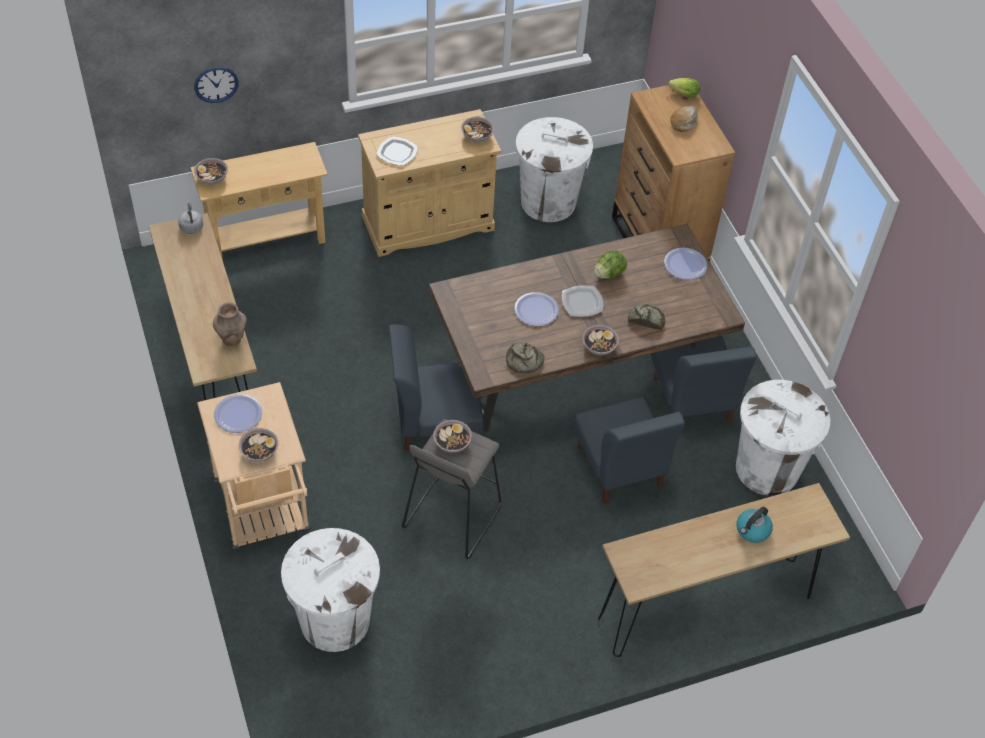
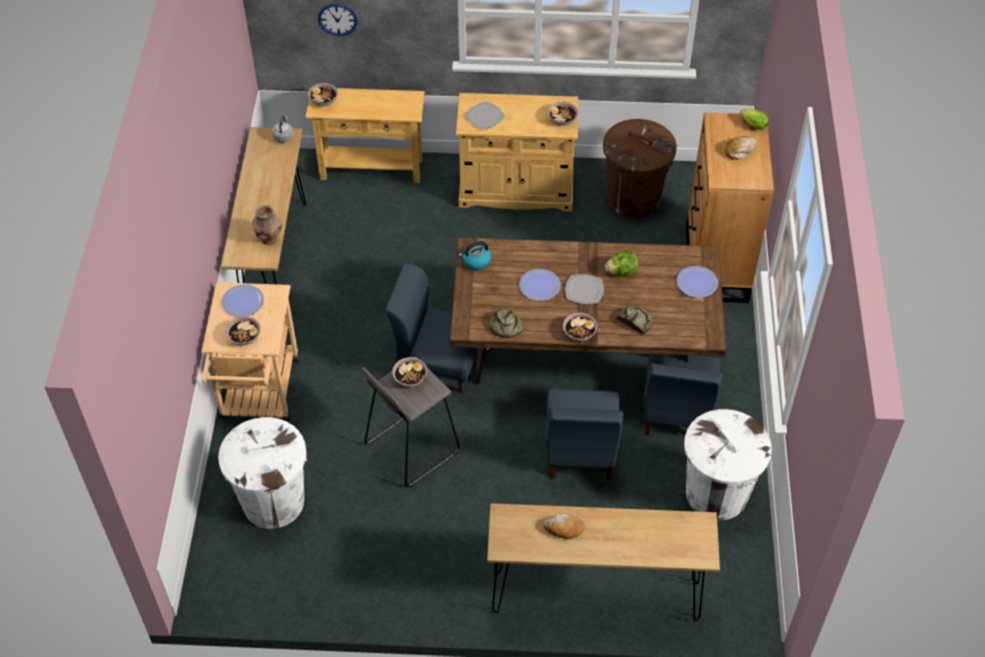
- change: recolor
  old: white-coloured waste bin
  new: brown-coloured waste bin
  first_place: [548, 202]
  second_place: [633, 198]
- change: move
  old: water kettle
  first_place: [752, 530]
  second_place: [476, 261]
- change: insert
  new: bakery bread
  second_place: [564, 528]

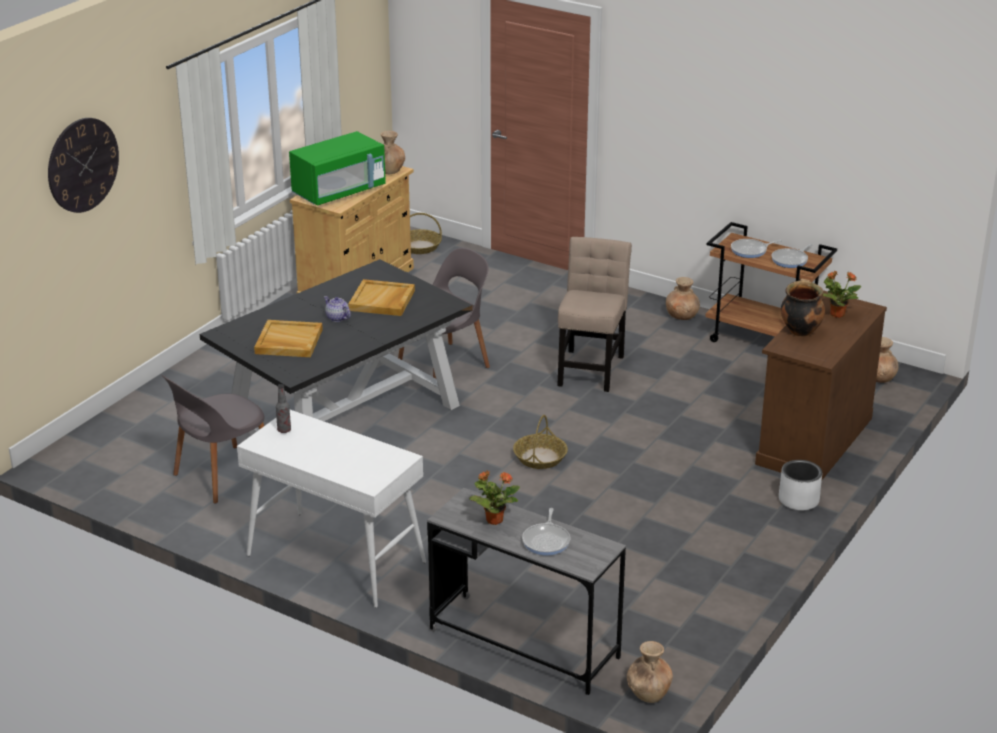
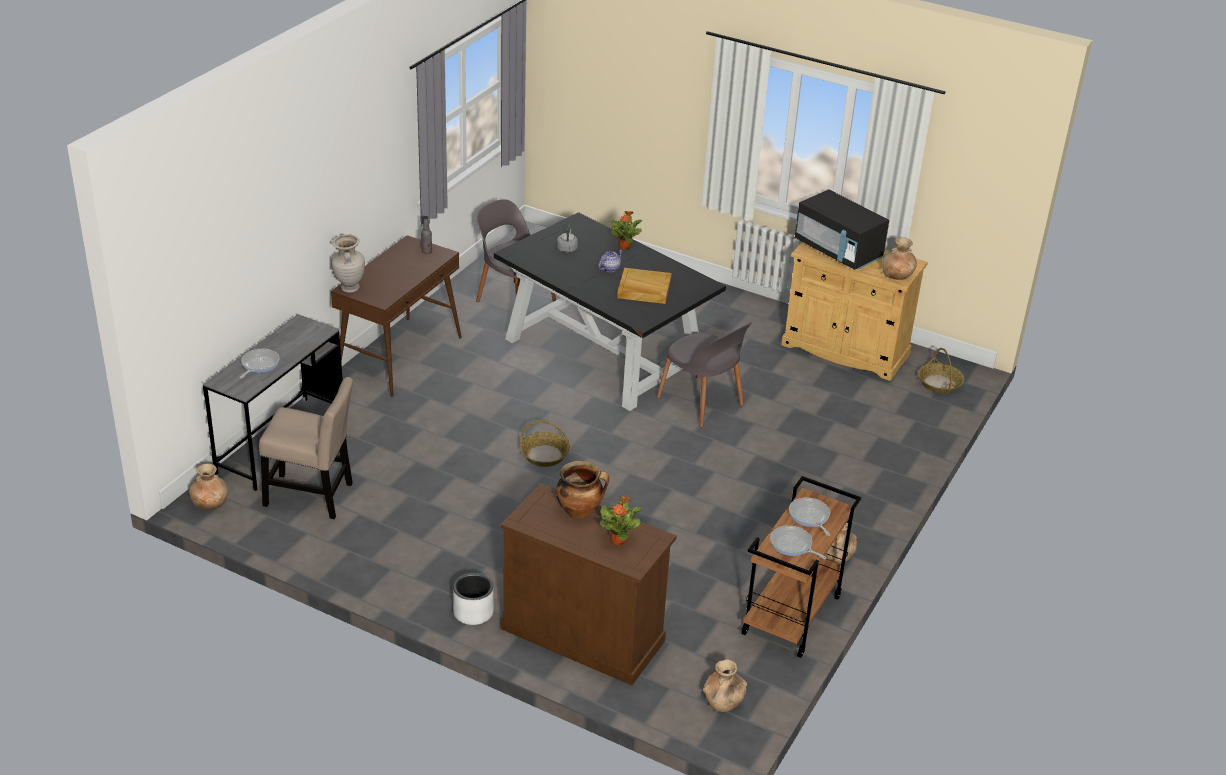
- change: delete
  old: clock on the wall
  first_place: [82, 165]
- change: recolor
  old: white-coloured hall table
  new: brown-coloured hall table
  first_place: [335, 559]
  second_place: [400, 356]
- change: replace
  old: sand-coloured carrying tray
  new: gray water kettle
  first_place: [288, 342]
  second_place: [567, 248]
- change: recolor
  old: greenish kitchen microwave
  new: blackish kitchen microwave
  first_place: [339, 192]
  second_place: [838, 251]
- change: move
  old: houseplant
  first_place: [494, 520]
  second_place: [624, 246]
- change: rotate
  old: frying pan
  first_place: [547, 540]
  second_place: [259, 364]
  degrees: 105
- change: move
  old: sand-coloured plain chair
  first_place: [590, 368]
  second_place: [312, 496]
- change: insert
  new: sand-coloured decorative vase
  second_place: [349, 288]

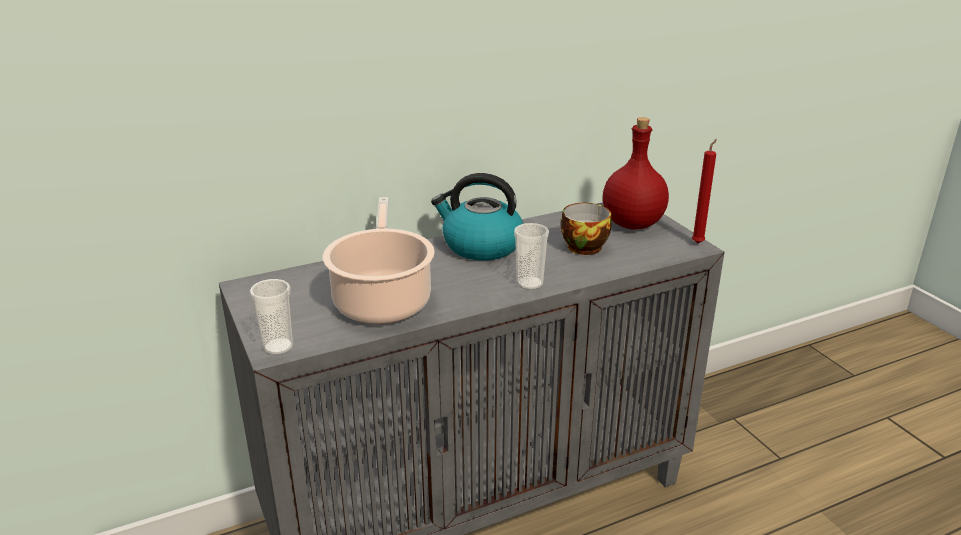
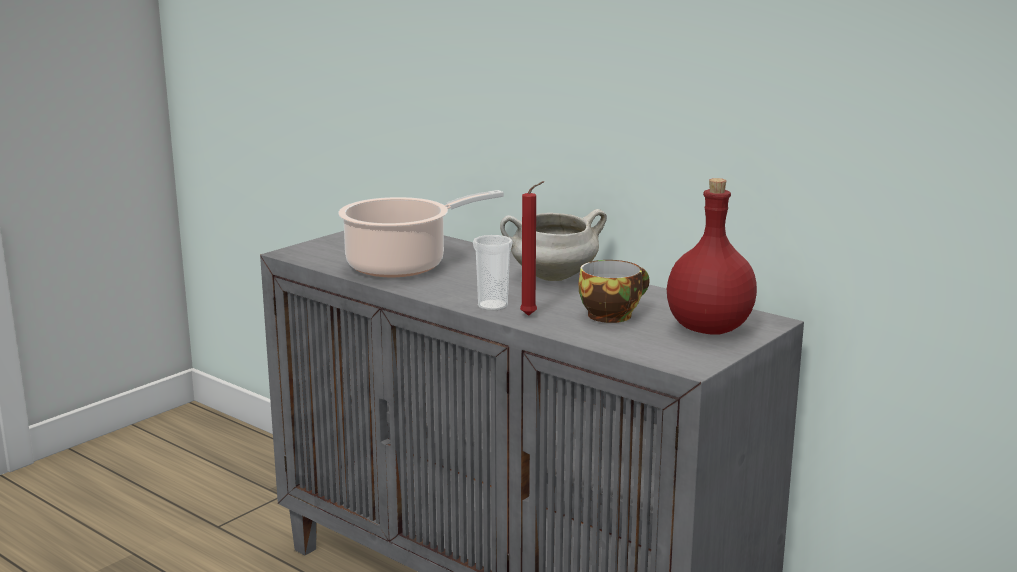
- change: delete
  old: cup
  first_place: [278, 347]
- change: replace
  old: water kettle
  new: white-coloured saucepot
  first_place: [481, 246]
  second_place: [552, 277]
- change: move
  old: red-coloured candle
  first_place: [698, 242]
  second_place: [531, 316]

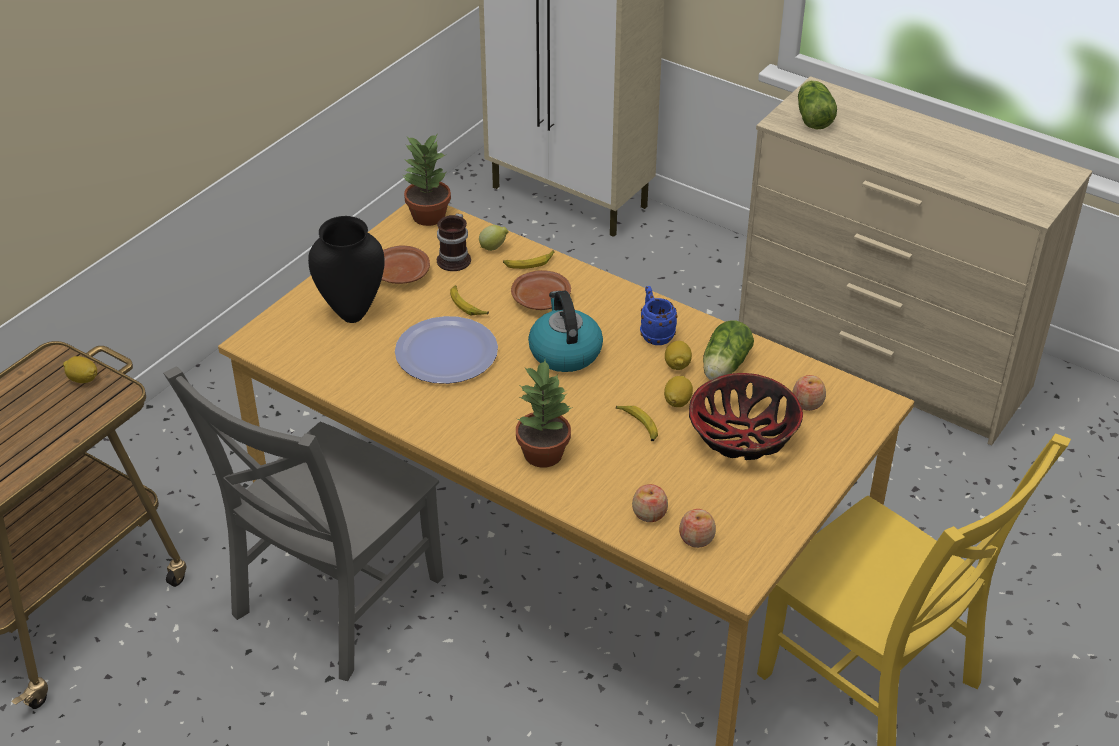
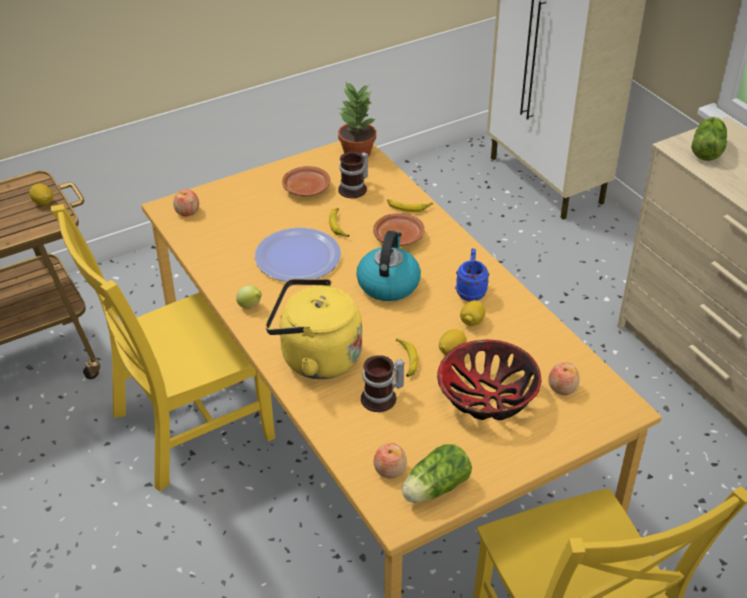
- change: recolor
  old: gray plain chair
  new: yellowish plain chair
  first_place: [332, 602]
  second_place: [185, 428]
- change: delete
  old: blackish decorative vase
  first_place: [352, 313]
- change: move
  old: citrus fruit
  first_place: [494, 248]
  second_place: [250, 306]
- change: replace
  old: houseplant
  new: yellowish water kettle
  first_place: [542, 453]
  second_place: [315, 357]
- change: move
  old: apple
  first_place: [649, 513]
  second_place: [187, 211]
- change: move
  old: lettuce
  first_place: [723, 368]
  second_place: [433, 489]
- change: insert
  new: coffee mug
  second_place: [382, 398]

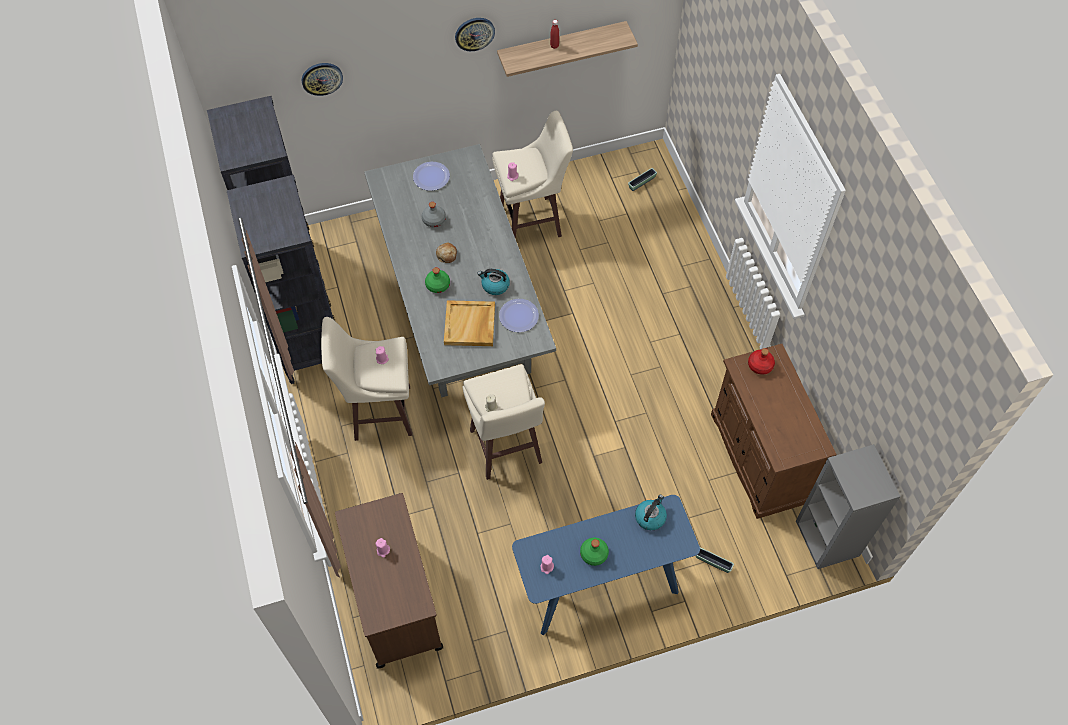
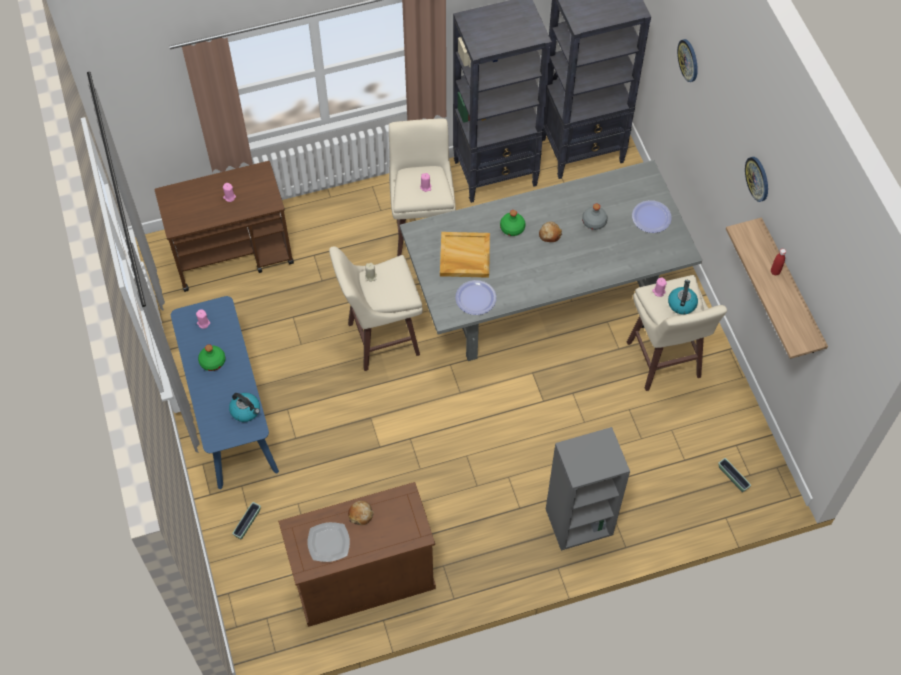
- change: move
  old: water kettle
  first_place: [495, 285]
  second_place: [681, 303]
- change: delete
  old: red-coloured bottle
  first_place: [760, 365]
- change: move
  old: gray bookcase
  first_place: [828, 538]
  second_place: [578, 522]
- change: insert
  new: dinner plate
  second_place: [328, 542]
- change: insert
  new: bakery bread
  second_place: [361, 514]

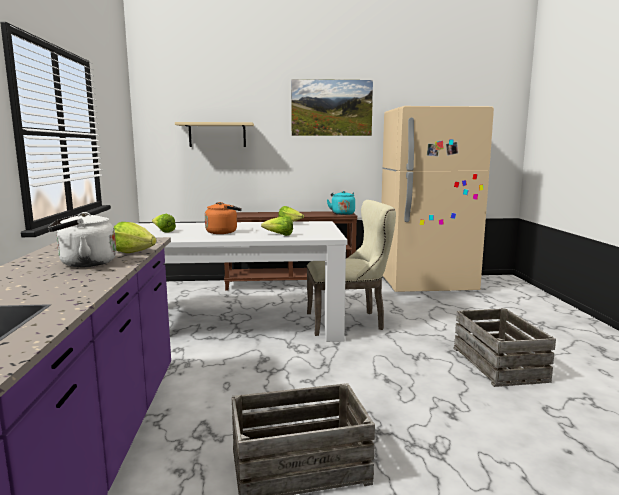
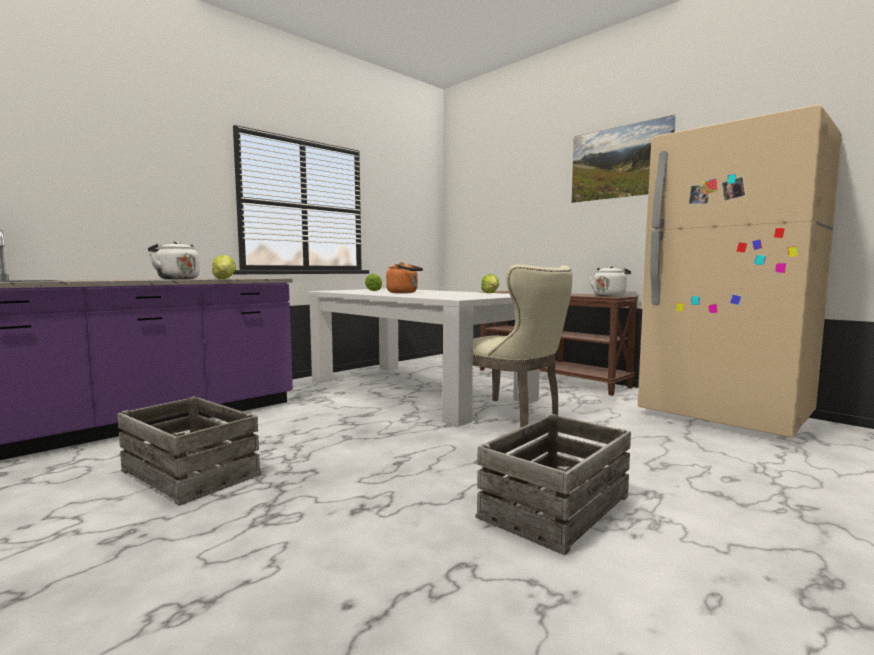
- change: delete
  old: sand-coloured bracket shelf
  first_place: [217, 135]
- change: delete
  old: lettuce
  first_place: [279, 235]
- change: recolor
  old: blue-green water kettle
  new: white-coloured water kettle
  first_place: [342, 213]
  second_place: [609, 296]

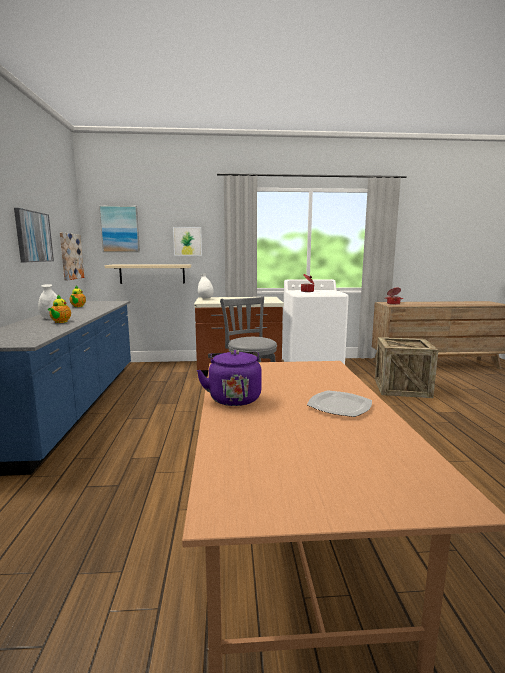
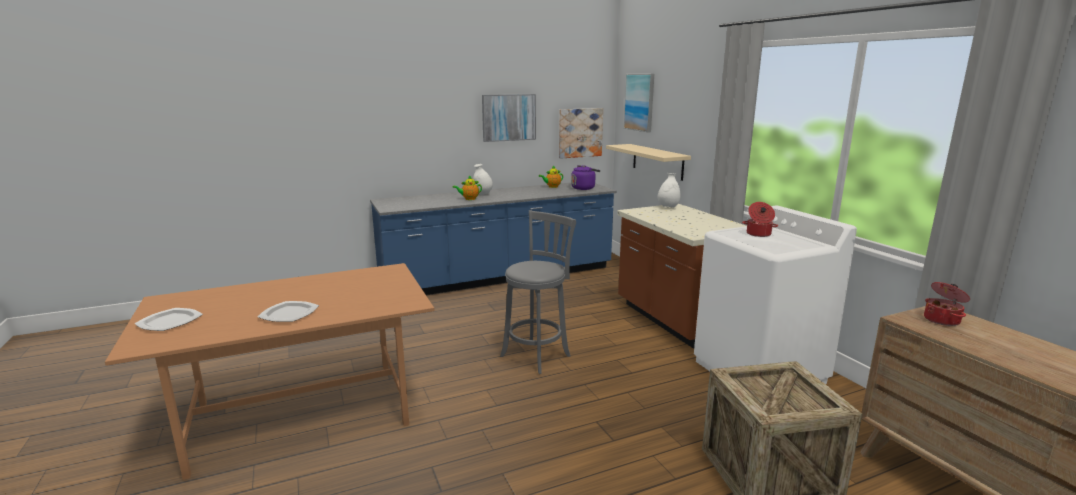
- change: delete
  old: picture
  first_place: [187, 241]
- change: move
  old: purplish water kettle
  first_place: [234, 398]
  second_place: [584, 188]
- change: insert
  new: dinner plate
  second_place: [170, 321]

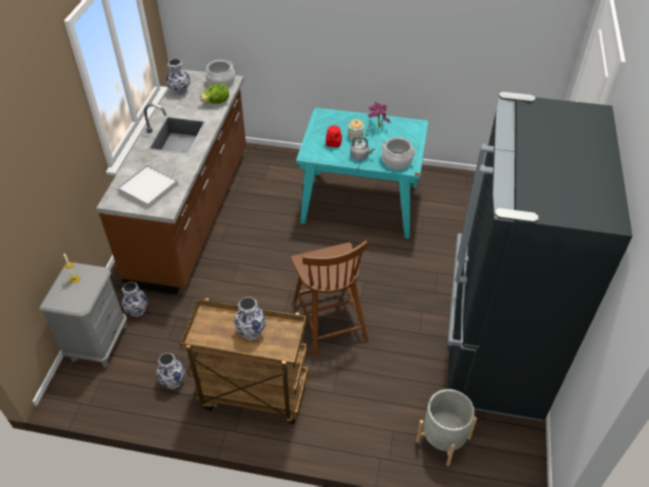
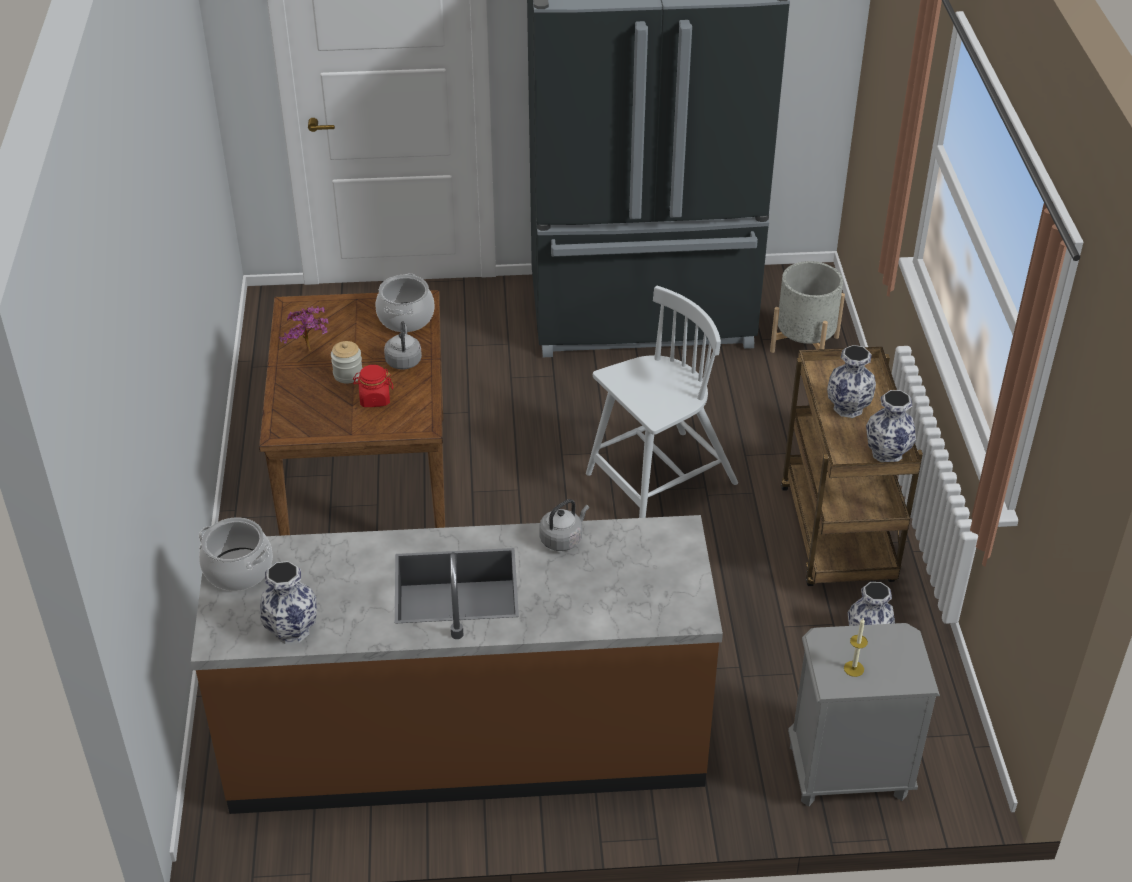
- change: delete
  old: white-coloured carrying tray
  first_place: [148, 188]
- change: move
  old: decorative vase
  first_place: [137, 310]
  second_place: [887, 453]
- change: delete
  old: lettuce
  first_place: [216, 102]
- change: recolor
  old: brown-coloured plain chair
  new: white-coloured plain chair
  first_place: [329, 320]
  second_place: [659, 480]
- change: recolor
  old: blue-green dinner table
  new: brown-coloured dinner table
  first_place: [361, 204]
  second_place: [367, 488]
- change: insert
  new: gray water kettle
  second_place: [563, 539]

